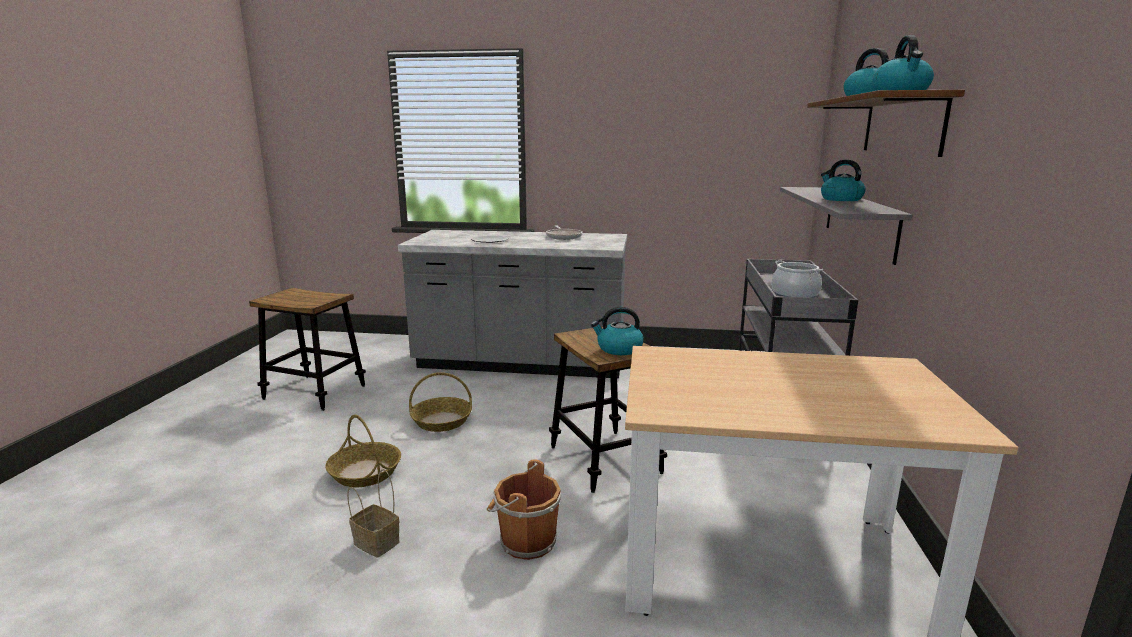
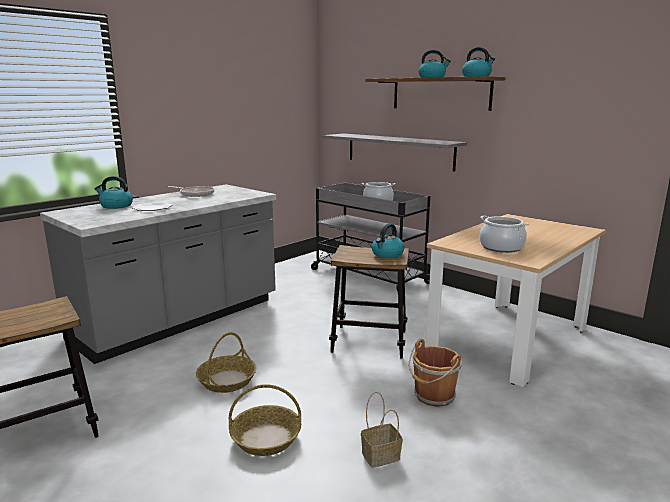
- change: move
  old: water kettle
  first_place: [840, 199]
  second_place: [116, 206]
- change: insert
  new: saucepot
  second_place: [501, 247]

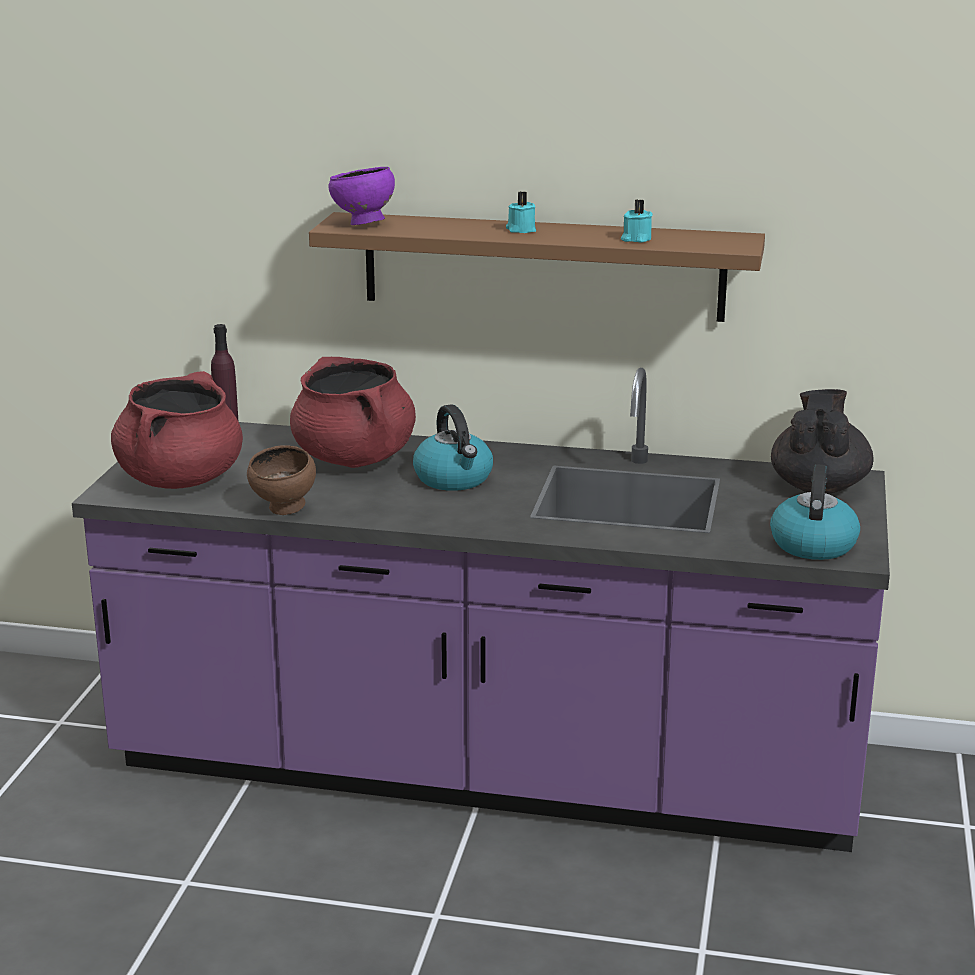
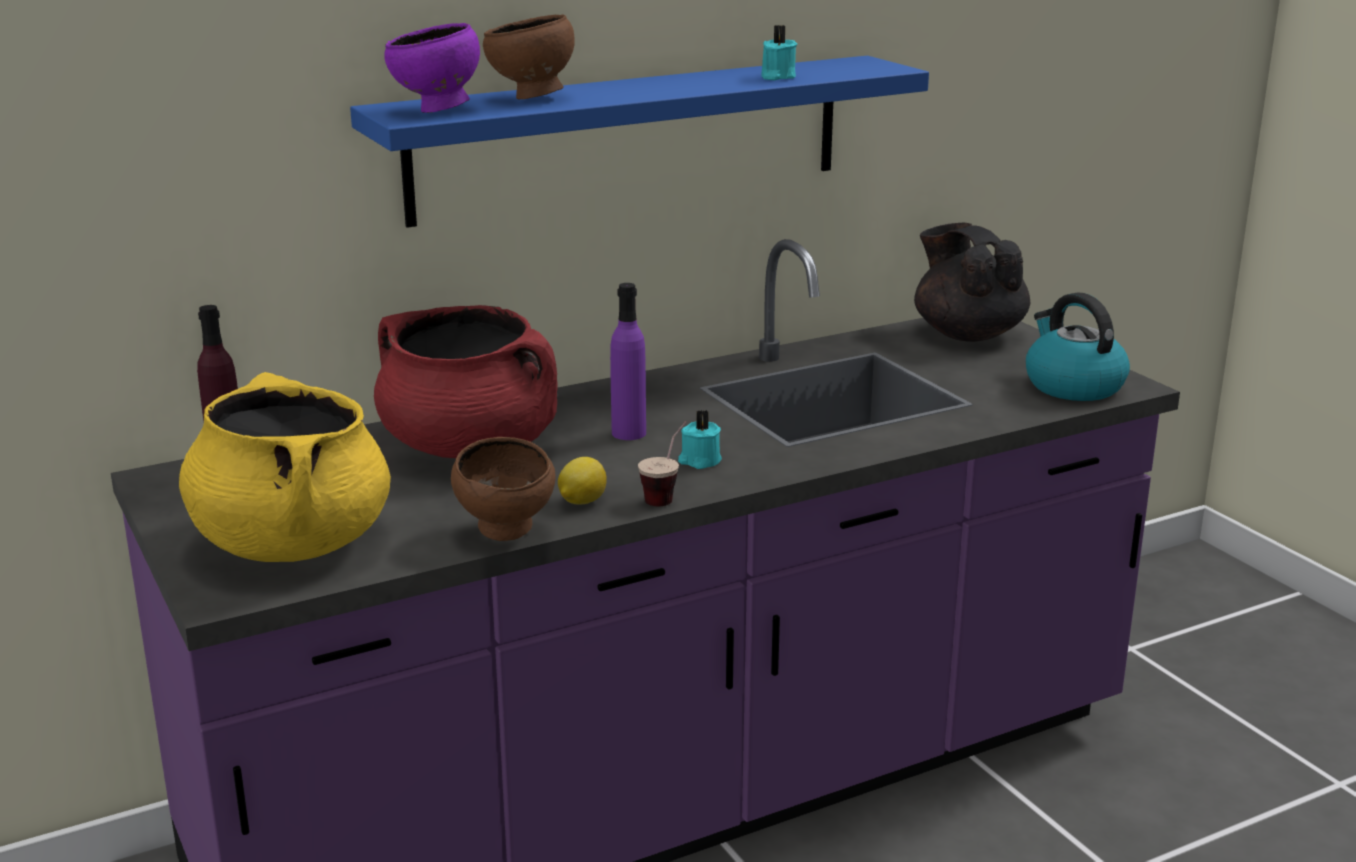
- change: recolor
  old: red-coloured saucepot
  new: yellowish saucepot
  first_place: [181, 479]
  second_place: [292, 543]
- change: recolor
  old: brown-coloured bracket shelf
  new: blue bracket shelf
  first_place: [543, 266]
  second_place: [630, 138]
- change: replace
  old: water kettle
  new: purplish bottle
  first_place: [454, 479]
  second_place: [628, 433]
- change: move
  old: blue-green candle
  first_place: [520, 230]
  second_place: [699, 461]
- change: insert
  new: brown-coloured deep dish
  second_place: [531, 98]
- change: insert
  new: citrus fruit
  second_place: [581, 501]
- change: insert
  new: cup
  second_place: [667, 495]

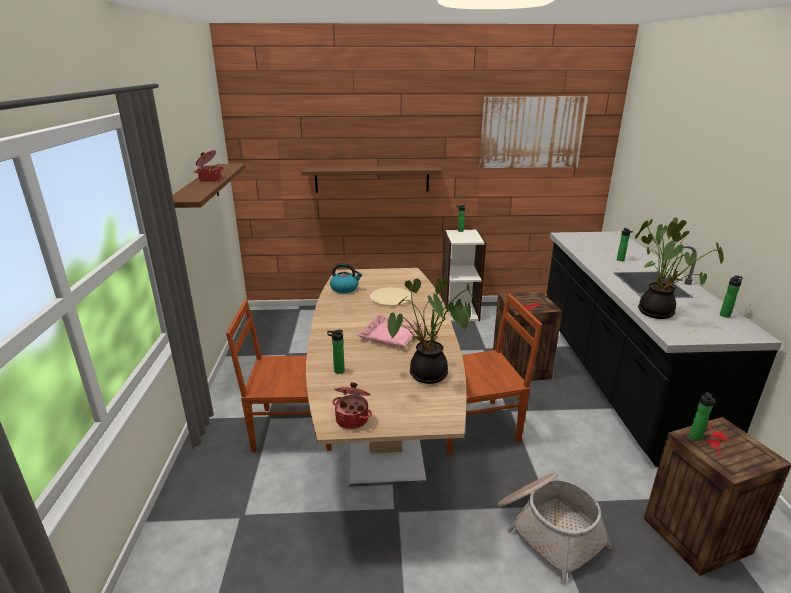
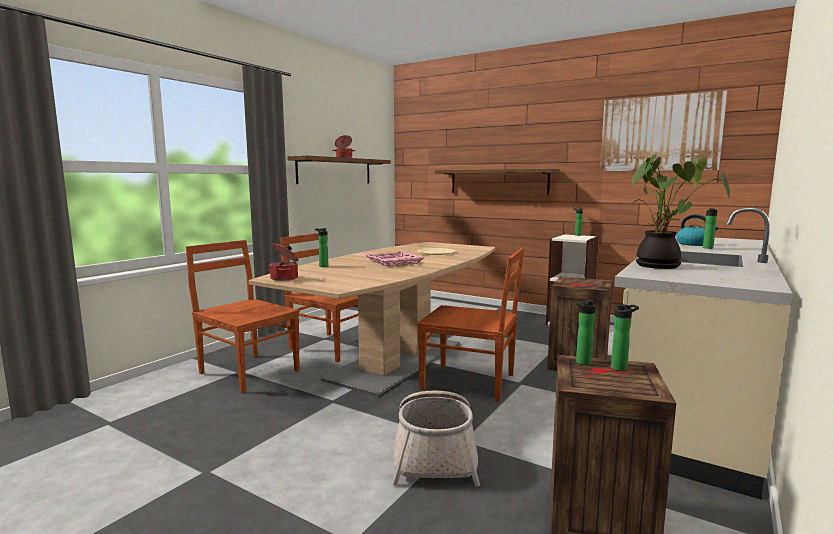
- change: move
  old: water kettle
  first_place: [345, 288]
  second_place: [694, 244]
- change: delete
  old: houseplant
  first_place: [427, 376]
- change: recolor
  old: blackish kitchen counter
  new: sand-coloured kitchen counter
  first_place: [616, 376]
  second_place: [691, 395]
- change: move
  old: bottle
  first_place: [725, 315]
  second_place: [621, 368]
- change: insert
  new: brown-coloured plain chair
  second_place: [248, 371]

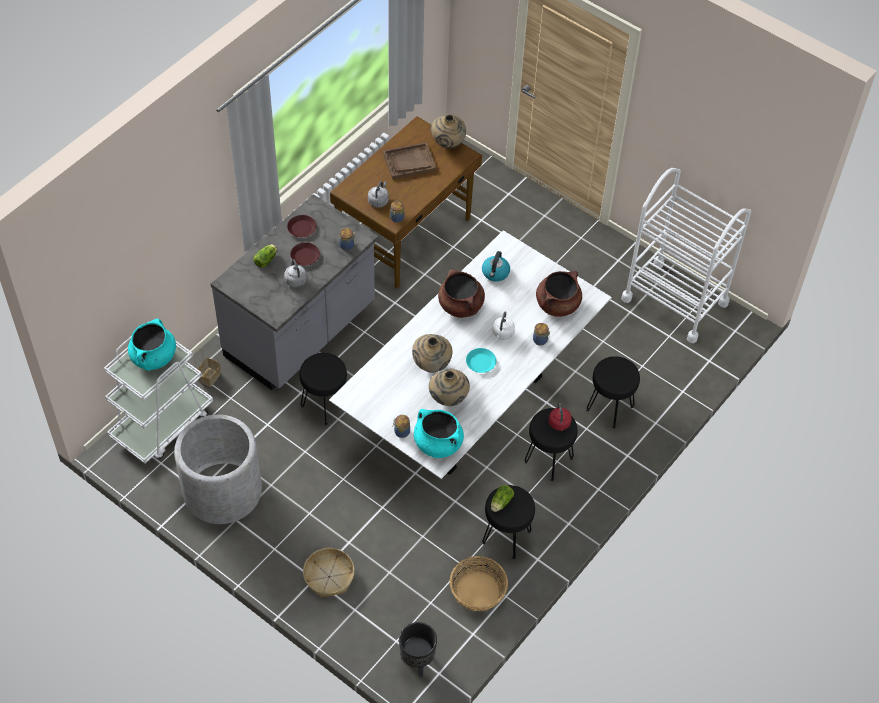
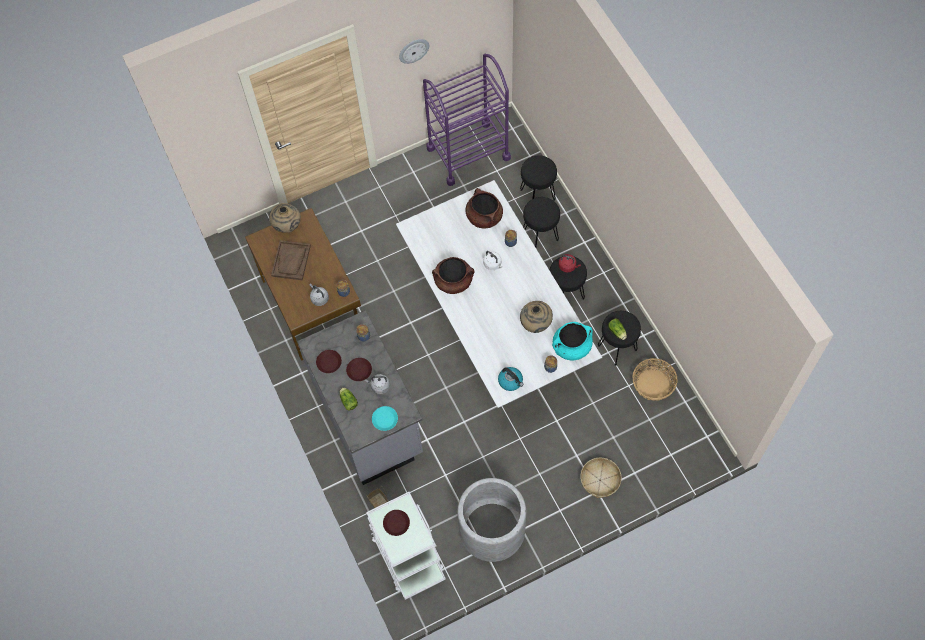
- change: replace
  old: blue-green saucepot
  new: brown-coloured dinner plate
  first_place: [154, 357]
  second_place: [396, 523]
- change: move
  old: blackish stool
  first_place: [325, 404]
  second_place: [537, 194]
- change: delete
  old: blackish plant pot
  first_place: [417, 661]
- change: delete
  old: sand-coloured decorative vase
  first_place: [432, 365]
- change: move
  old: blue-green dinner plate
  first_place: [481, 362]
  second_place: [385, 419]
- change: move
  old: water kettle
  first_place: [495, 273]
  second_place: [511, 381]
- change: recolor
  old: white-coloured wheeled cart
  new: purplish wheeled cart
  first_place: [674, 301]
  second_place: [468, 153]
- change: insert
  new: clock on the wall
  second_place: [413, 50]

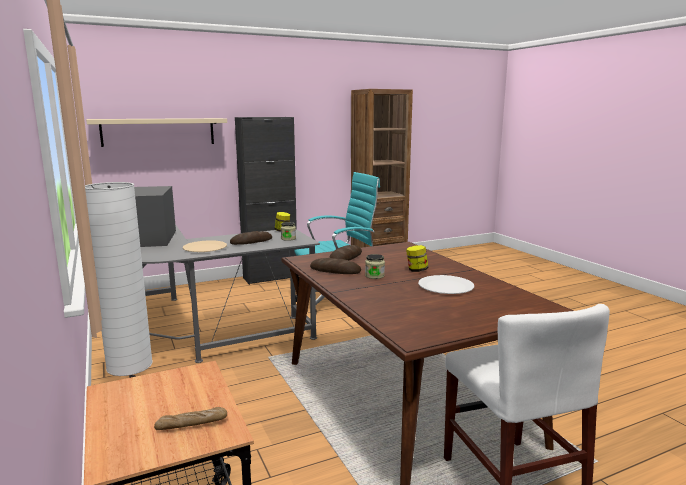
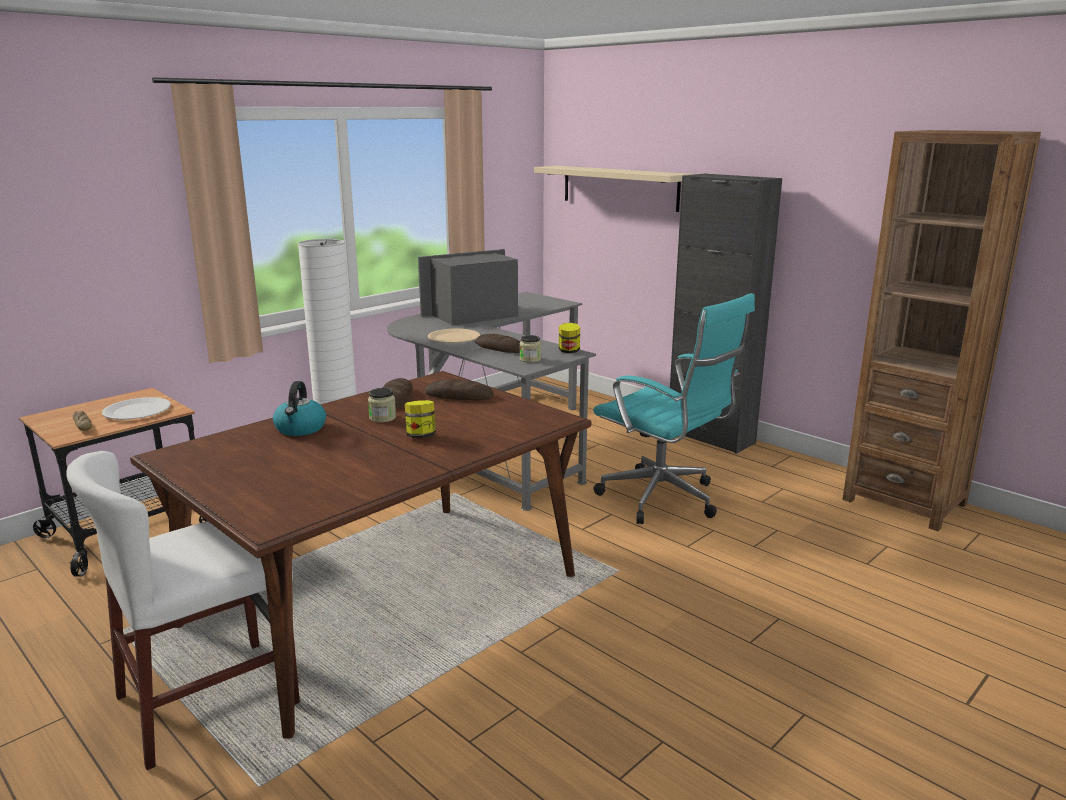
- change: move
  old: white-coloured dinner plate
  first_place: [446, 286]
  second_place: [137, 411]
- change: insert
  new: water kettle
  second_place: [300, 429]

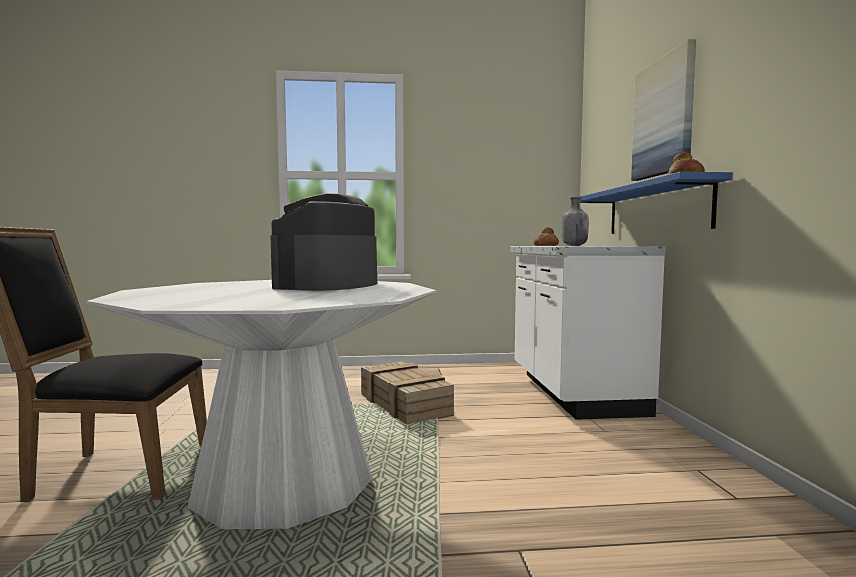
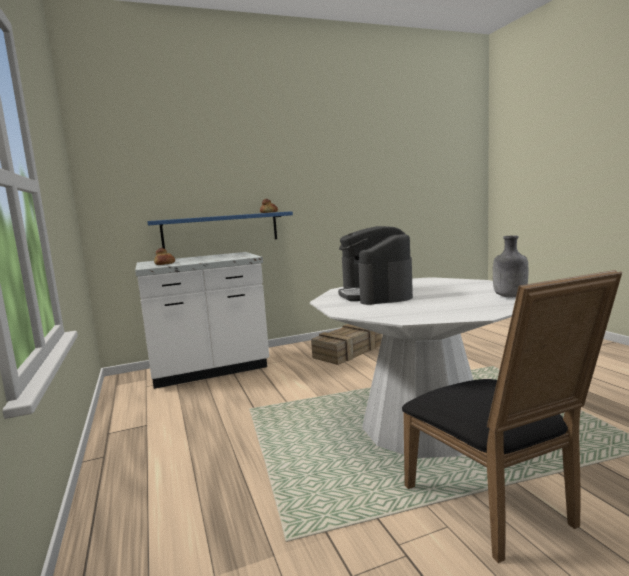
- change: rotate
  old: coffee machine
  first_place: [327, 285]
  second_place: [375, 295]
  degrees: 75
- change: move
  old: shipping crate
  first_place: [403, 403]
  second_place: [347, 351]
- change: move
  old: gray bottle
  first_place: [574, 245]
  second_place: [509, 296]
- change: delete
  old: picture
  first_place: [663, 117]

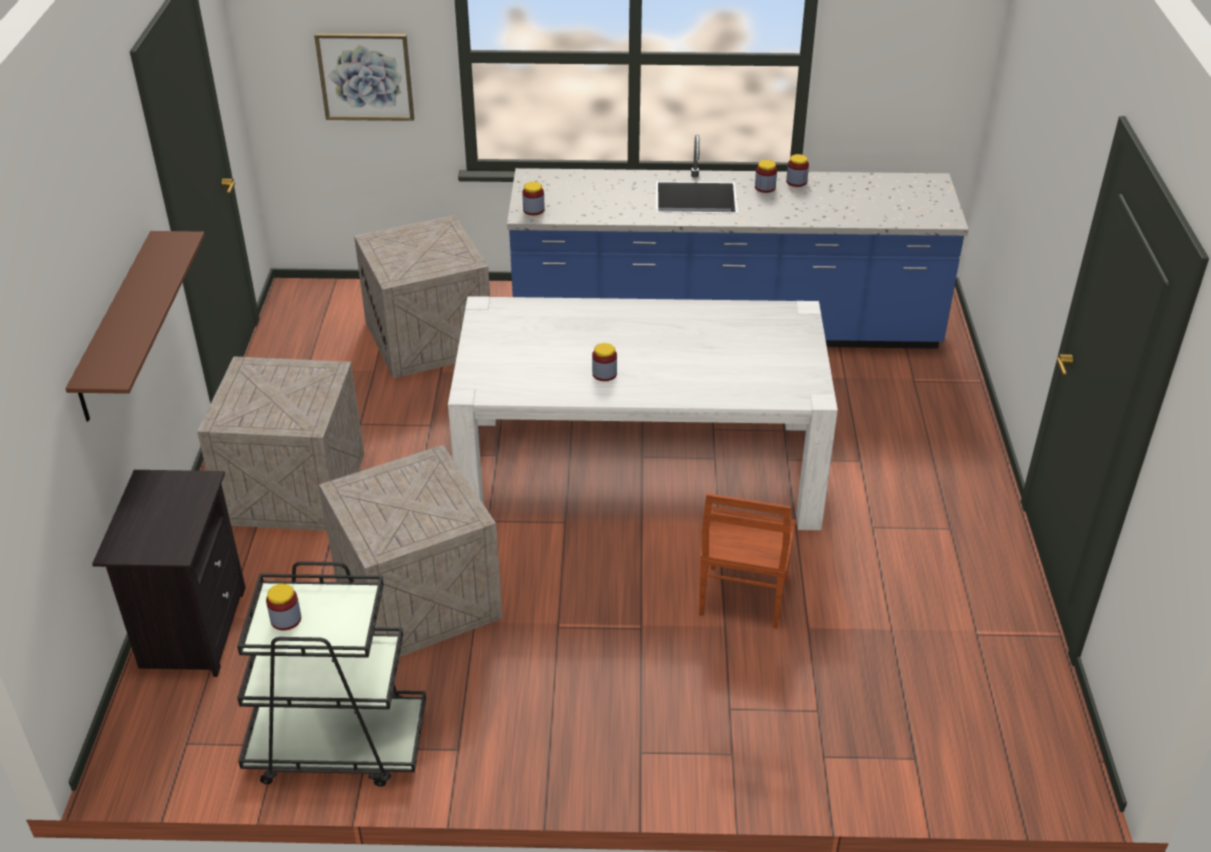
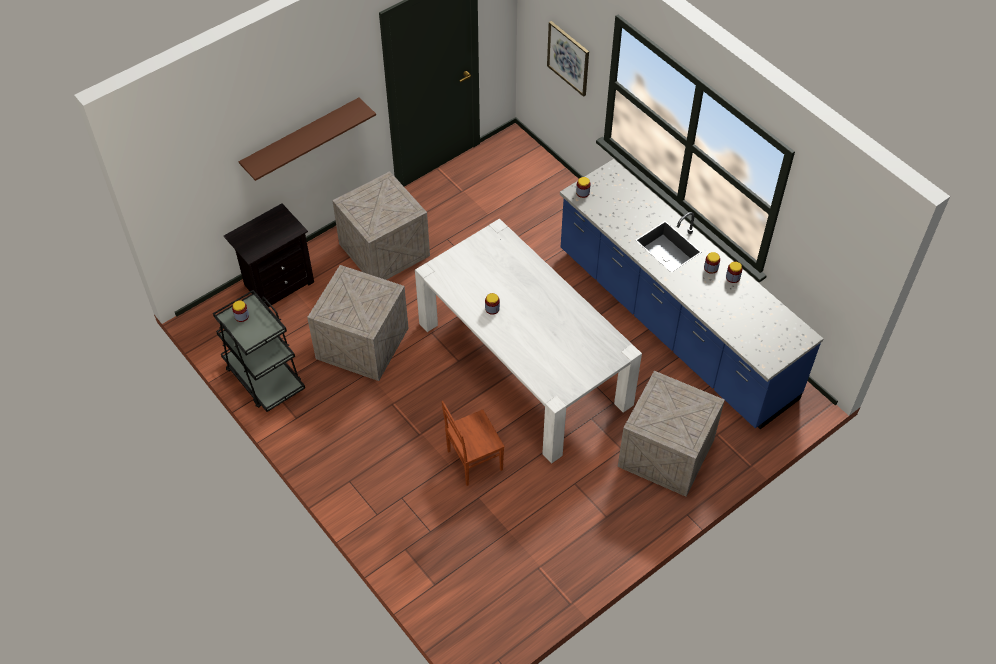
- change: move
  old: shipping crate
  first_place: [430, 338]
  second_place: [666, 454]

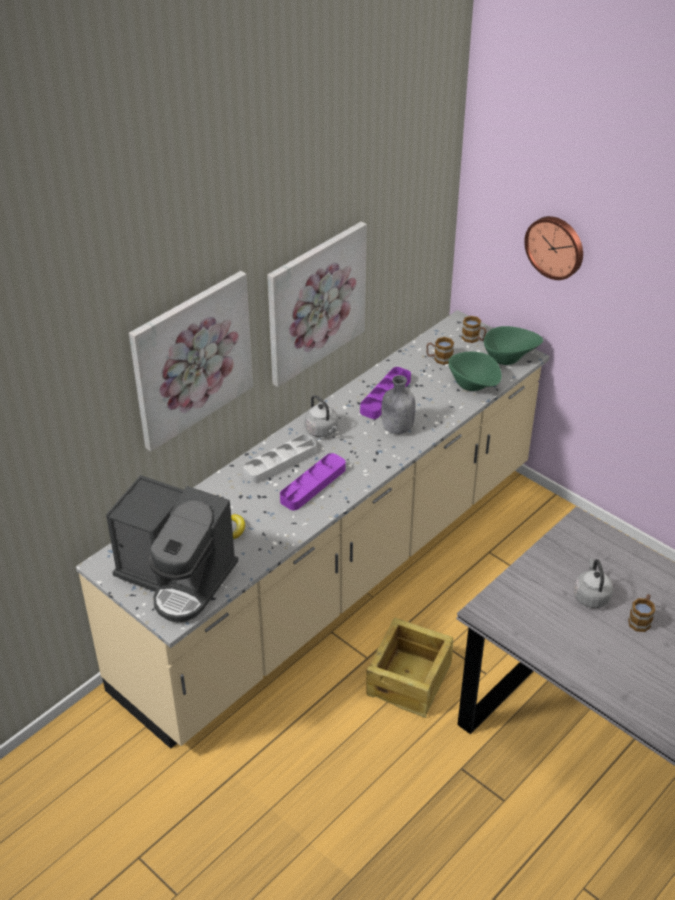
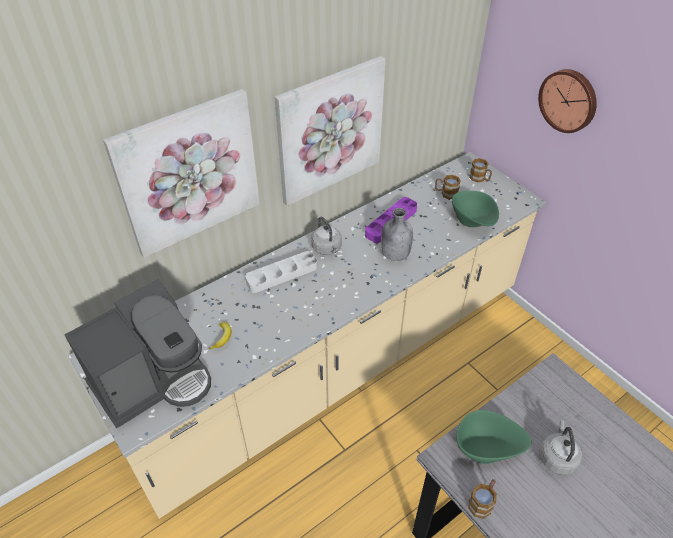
- change: rotate
  old: coffee machine
  first_place: [177, 577]
  second_place: [154, 381]
  degrees: -75
- change: delete
  old: purplish carrying tray
  first_place: [313, 485]
- change: delete
  old: shipping crate
  first_place: [410, 679]
- change: move
  old: greenish deep dish
  first_place: [509, 358]
  second_place: [486, 449]
- change: move
  old: coffee mug
  first_place: [640, 619]
  second_place: [482, 502]

